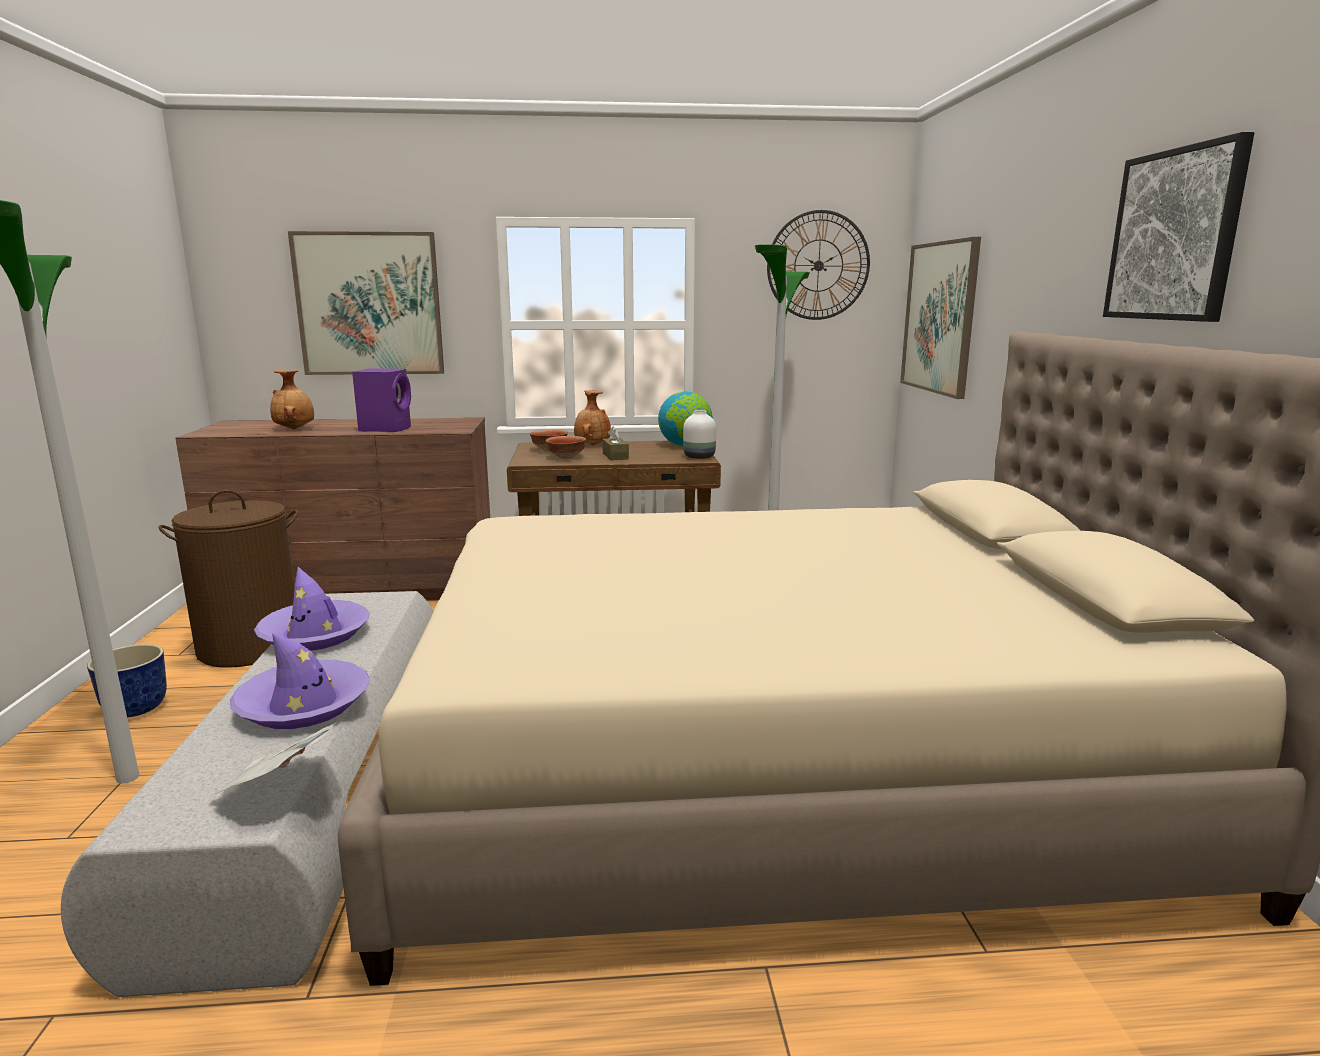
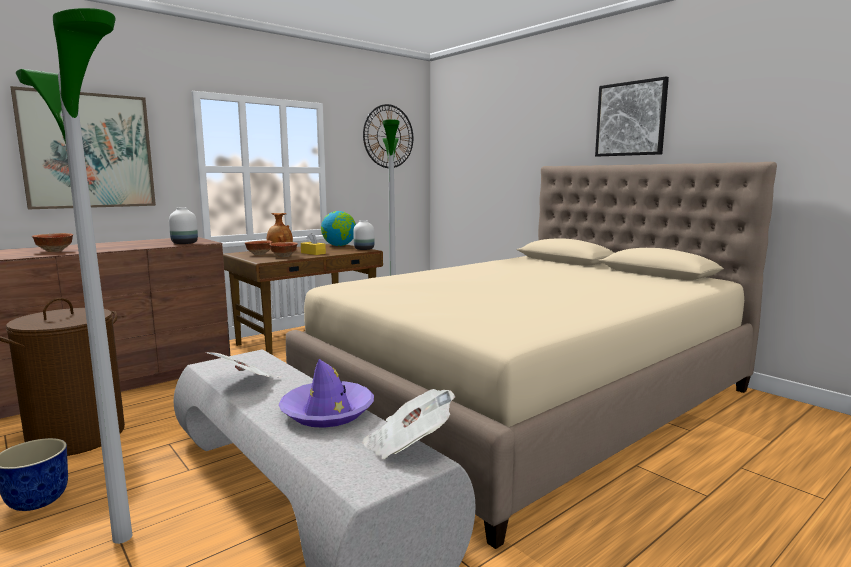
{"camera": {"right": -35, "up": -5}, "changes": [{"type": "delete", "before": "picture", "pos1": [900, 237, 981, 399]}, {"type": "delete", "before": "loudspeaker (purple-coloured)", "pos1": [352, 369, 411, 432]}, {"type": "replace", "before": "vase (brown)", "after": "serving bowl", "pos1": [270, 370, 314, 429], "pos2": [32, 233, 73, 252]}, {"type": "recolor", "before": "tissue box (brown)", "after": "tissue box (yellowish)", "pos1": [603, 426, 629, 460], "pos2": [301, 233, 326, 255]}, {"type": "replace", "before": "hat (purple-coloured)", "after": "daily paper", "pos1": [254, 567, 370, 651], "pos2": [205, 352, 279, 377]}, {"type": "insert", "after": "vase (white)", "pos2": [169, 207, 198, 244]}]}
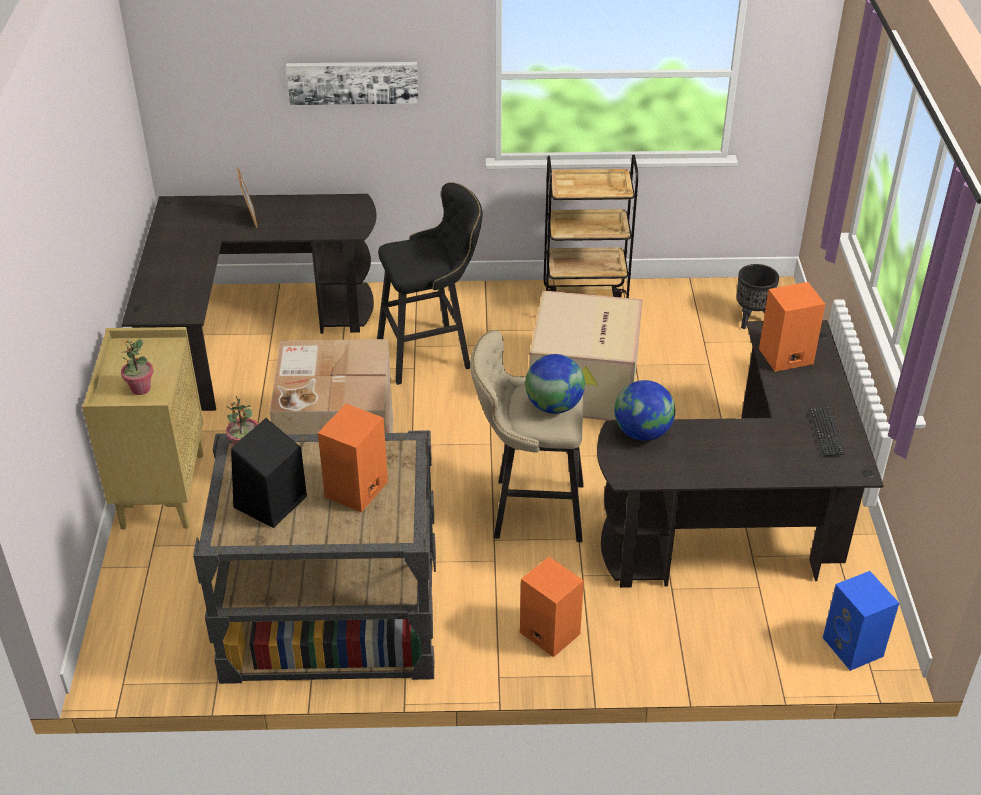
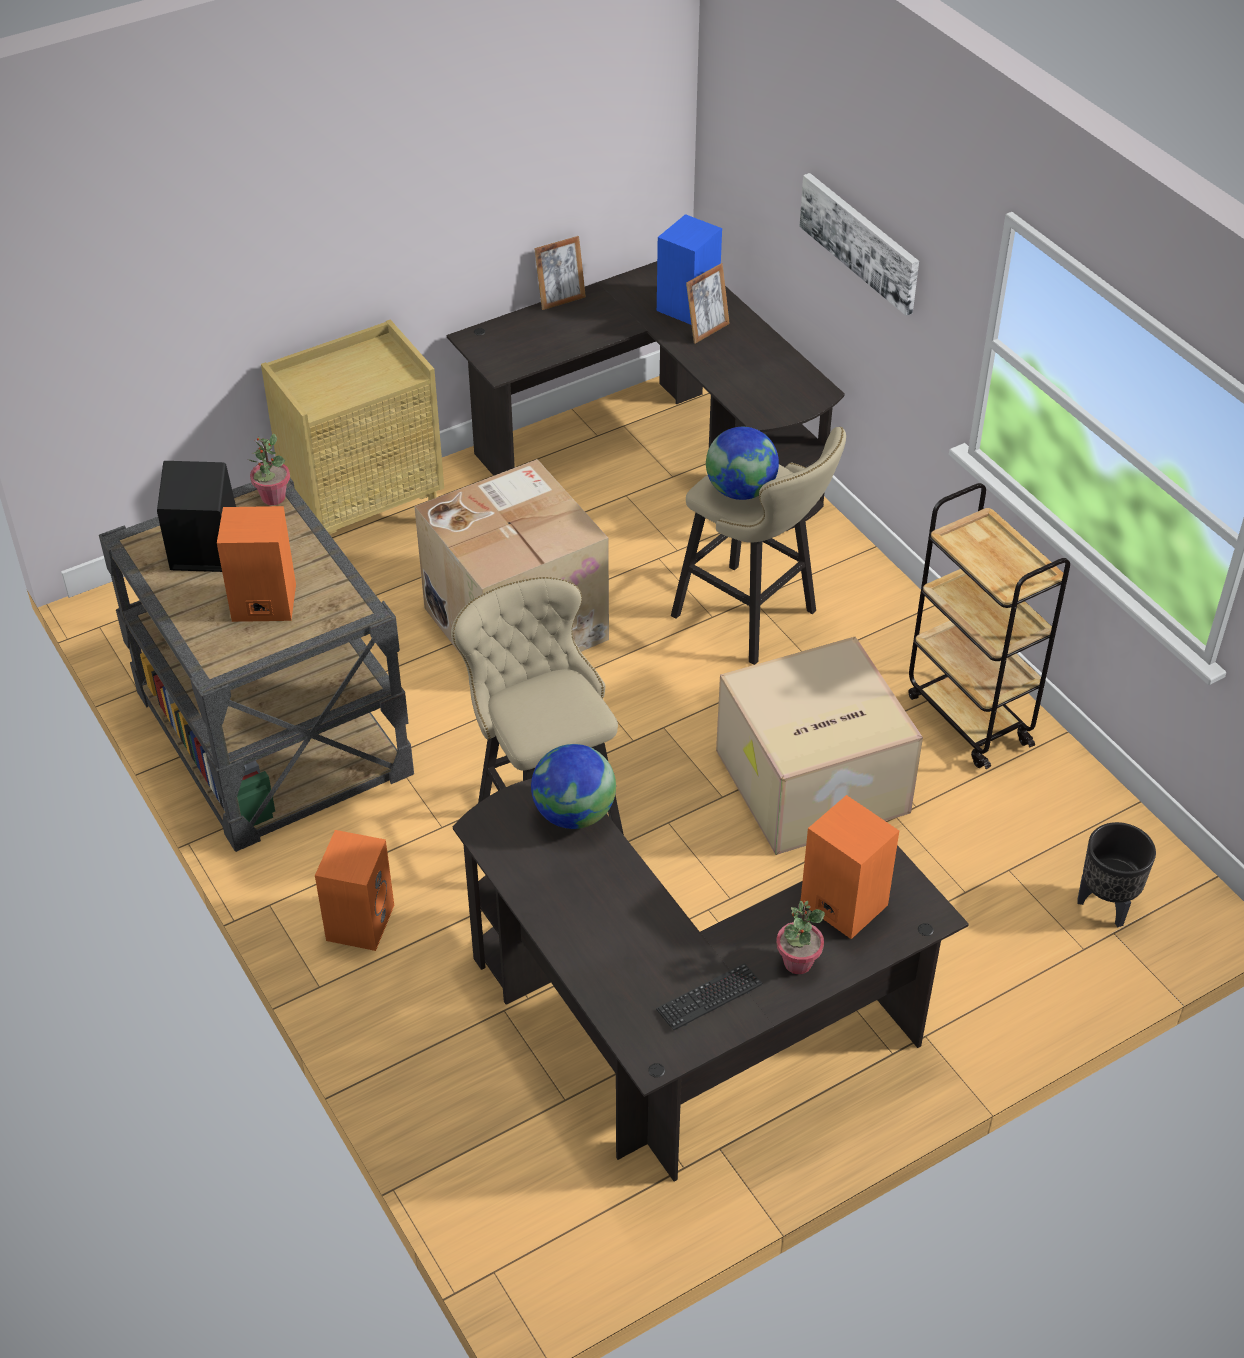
{"camera": {"right": 60, "up": 5}, "changes": [{"type": "recolor", "before": "stool (black-coloured)", "after": "stool (sand-coloured)", "pos1": [377, 182, 483, 385], "pos2": [671, 427, 846, 665]}, {"type": "move", "before": "potted plant", "pos1": [121, 339, 154, 395], "pos2": [776, 900, 825, 974]}, {"type": "move", "before": "world globe", "pos1": [525, 354, 585, 414], "pos2": [706, 427, 779, 500]}, {"type": "move", "before": "loudspeaker (blue-coloured)", "pos1": [823, 571, 899, 671], "pos2": [657, 214, 722, 325]}, {"type": "insert", "after": "photo frame", "pos2": [534, 236, 586, 310]}]}
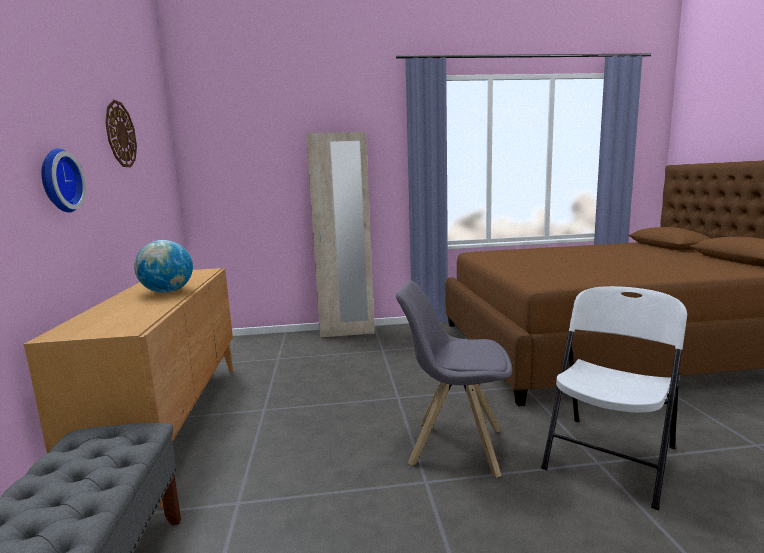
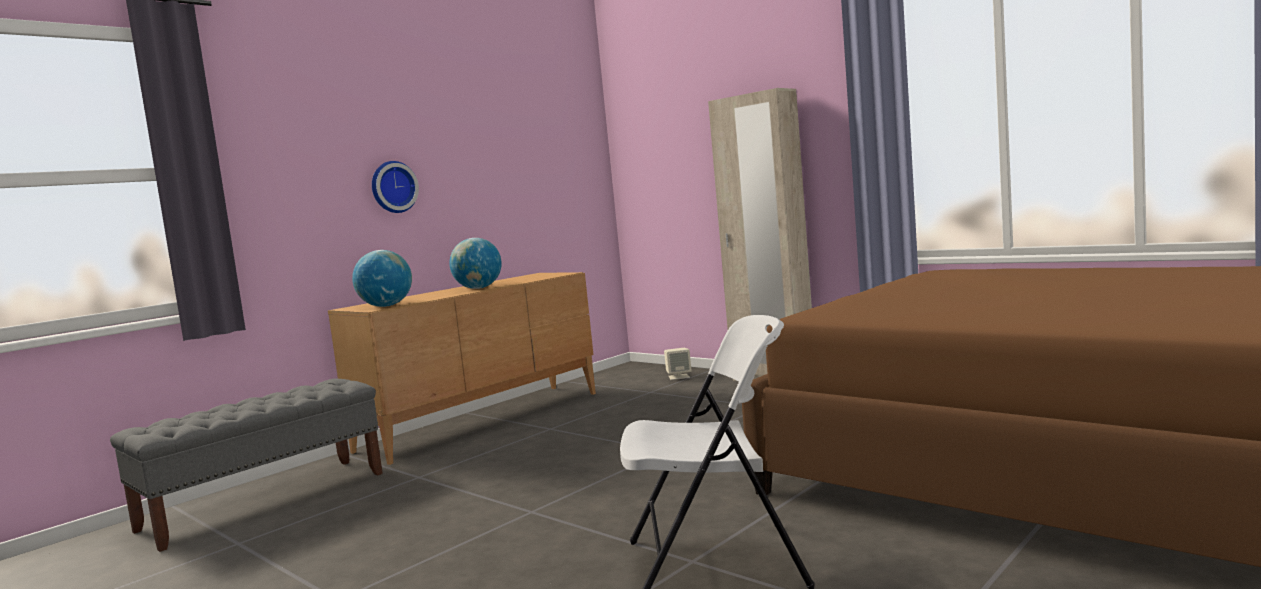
{"camera": {"right": 50, "up": -5}, "changes": [{"type": "delete", "before": "wall clock", "pos1": [105, 100, 137, 167]}, {"type": "delete", "before": "chair (gray)", "pos1": [396, 280, 512, 478]}, {"type": "insert", "after": "world globe", "pos2": [352, 250, 412, 307]}, {"type": "insert", "after": "loudspeaker (sand-coloured)", "pos2": [664, 348, 692, 380]}]}
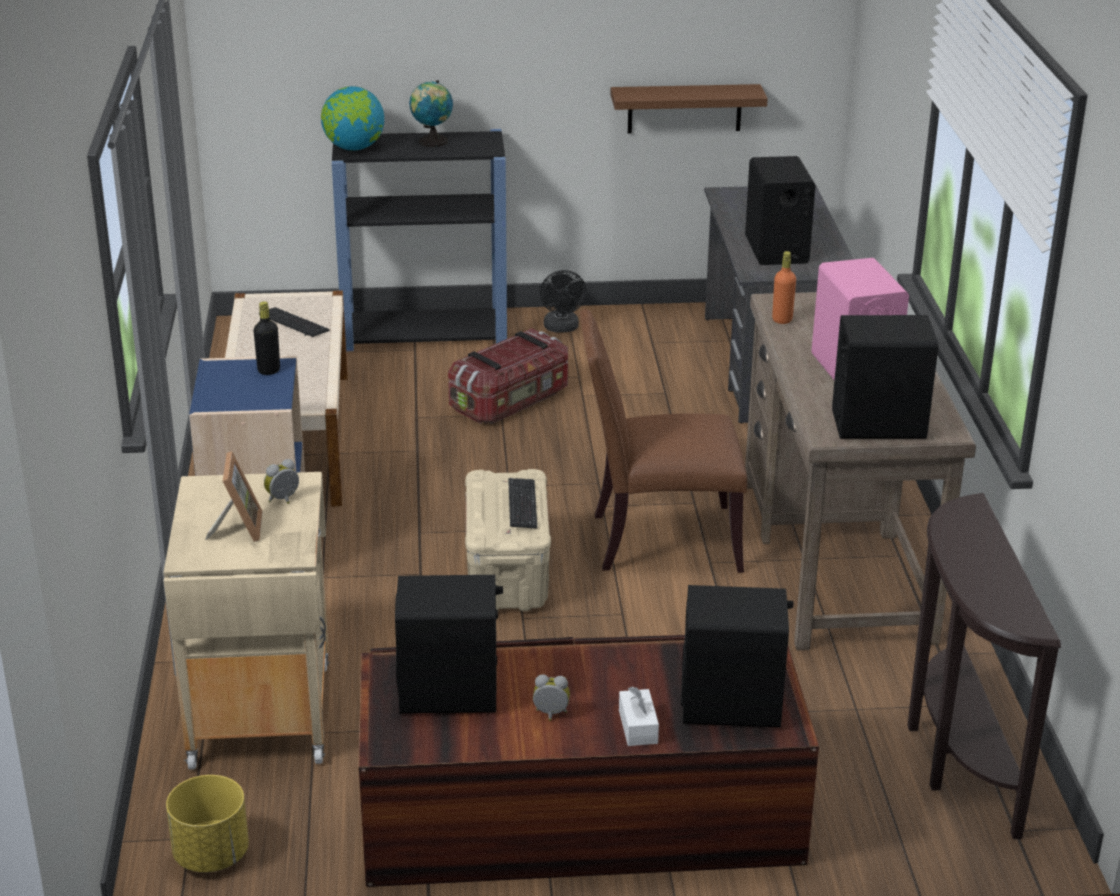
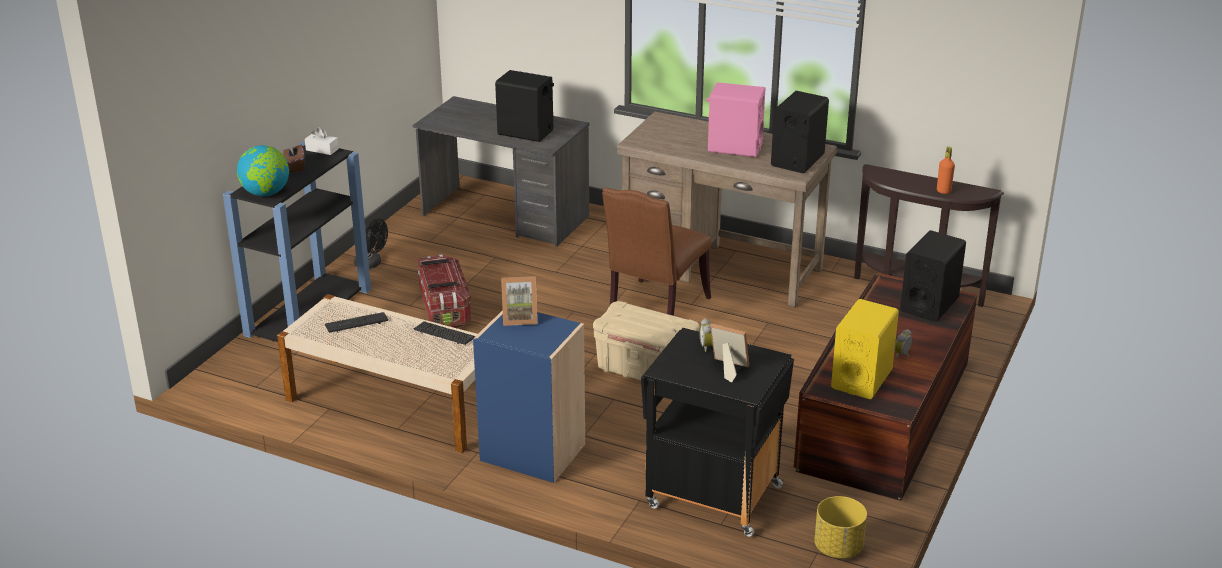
{"camera": {"right": -60, "up": 0}, "changes": [{"type": "replace", "before": "world globe", "after": "tissue box (brown)", "pos1": [409, 80, 453, 147], "pos2": [283, 142, 305, 172]}, {"type": "delete", "before": "wall shelf (brown)", "pos1": [611, 84, 768, 133]}, {"type": "move", "before": "drink bottle (orangey)", "pos1": [772, 251, 796, 324], "pos2": [937, 147, 955, 194]}, {"type": "replace", "before": "drink bottle (black-coloured)", "after": "photo frame", "pos1": [253, 301, 280, 375], "pos2": [501, 276, 537, 326]}, {"type": "recolor", "before": "wheeled cart (sand-coloured)", "after": "wheeled cart (black-coloured)", "pos1": [163, 472, 330, 770], "pos2": [641, 328, 794, 537]}, {"type": "move", "before": "computer keyboard", "pos1": [508, 478, 537, 529], "pos2": [414, 321, 476, 345]}, {"type": "recolor", "before": "loudspeaker (black-coloured)", "after": "loudspeaker (yellowish)", "pos1": [395, 575, 503, 714], "pos2": [831, 299, 899, 399]}, {"type": "move", "before": "tissue box (white)", "pos1": [619, 687, 659, 746], "pos2": [305, 127, 339, 155]}]}
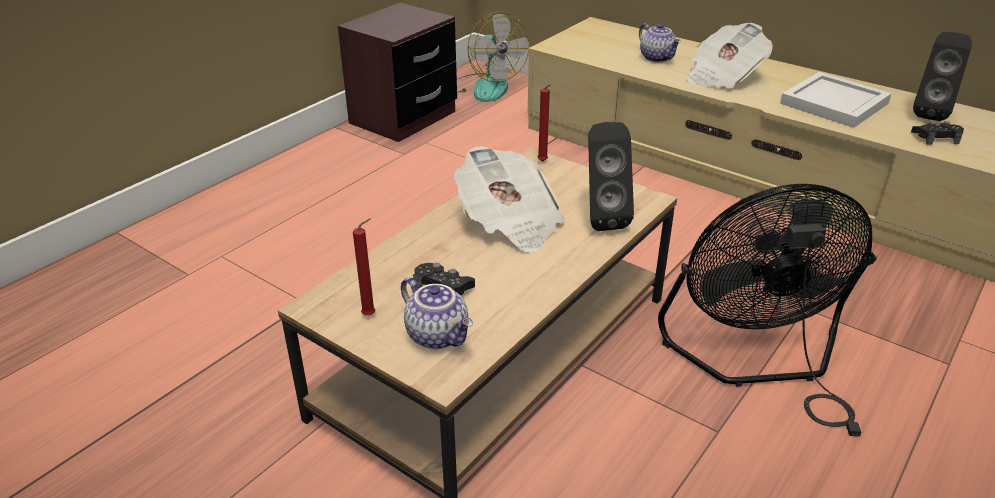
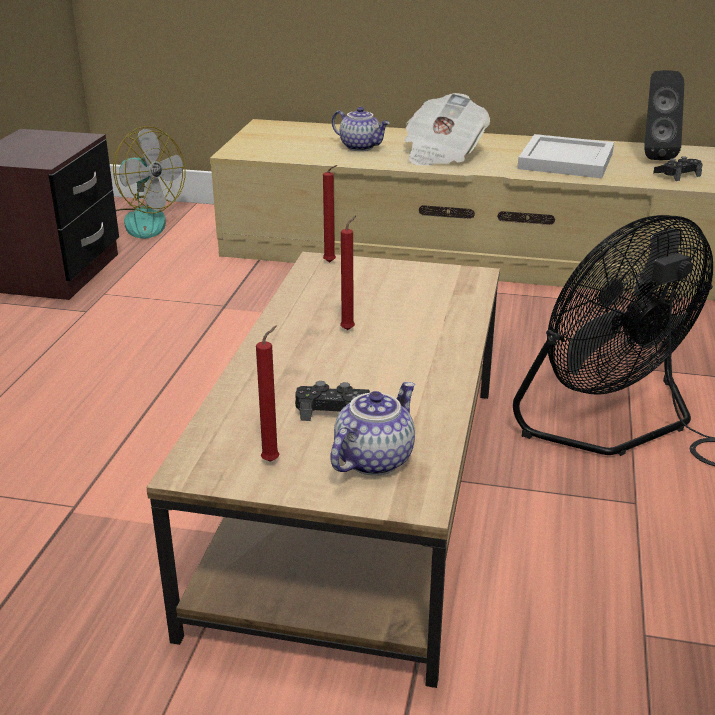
{"camera": {"right": -25, "up": -5}, "changes": [{"type": "delete", "before": "loudspeaker (black-coloured)", "pos1": [588, 122, 634, 231]}, {"type": "replace", "before": "daily paper", "after": "candle (red-coloured)", "pos1": [454, 146, 565, 253], "pos2": [340, 216, 356, 330]}, {"type": "rotate", "before": "pot for tea", "pos1": [401, 277, 473, 349], "pos2": [330, 382, 415, 475], "turn": -75}]}
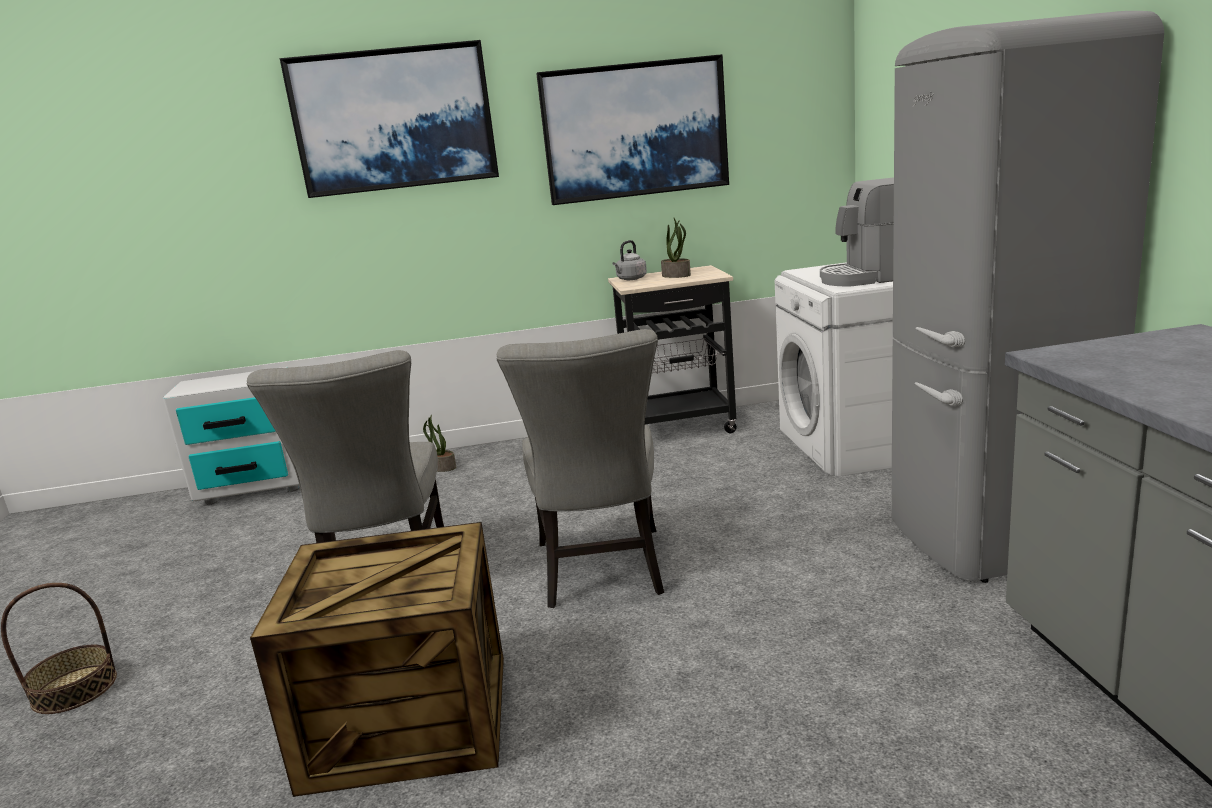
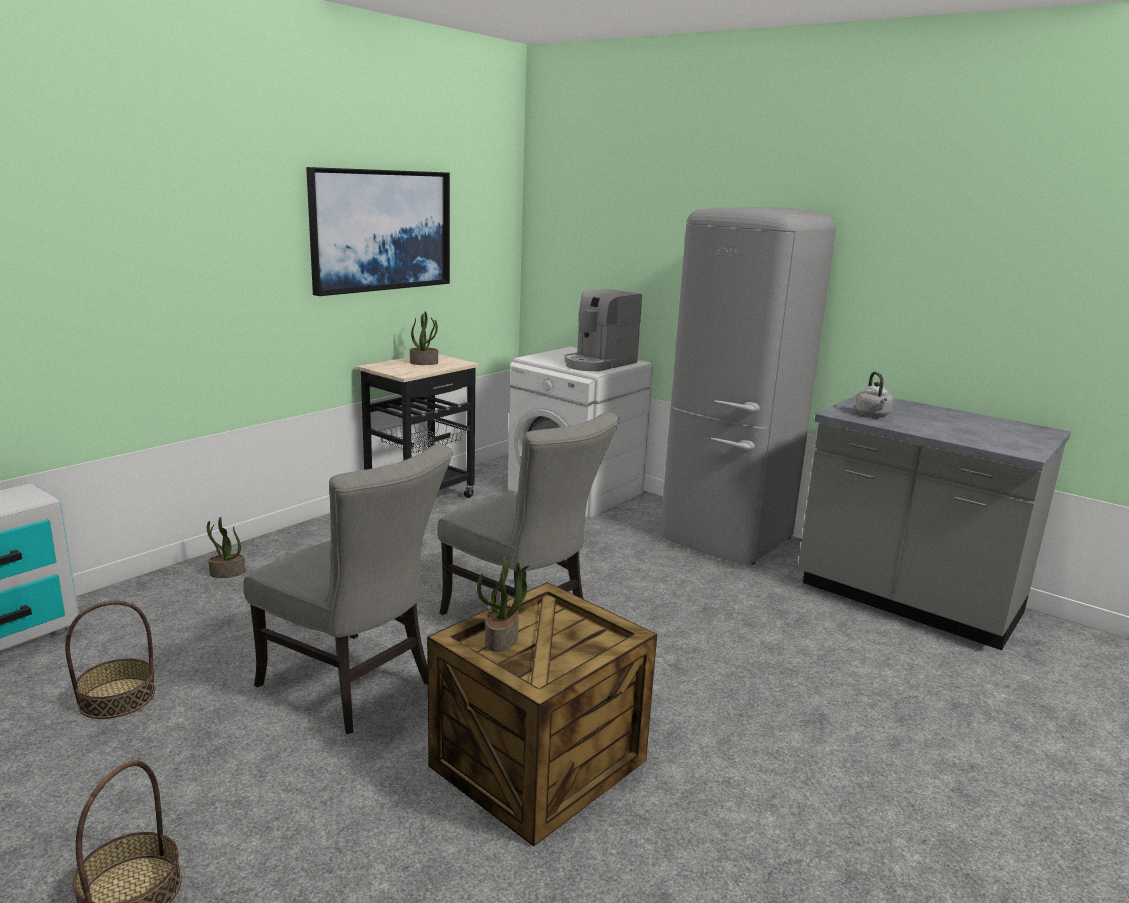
{"camera": {"right": -45, "up": 0}, "changes": [{"type": "delete", "before": "picture", "pos1": [280, 40, 499, 198]}, {"type": "move", "before": "tea kettle (gray)", "pos1": [612, 240, 647, 280], "pos2": [855, 372, 893, 417]}, {"type": "insert", "after": "potted plant", "pos2": [477, 557, 530, 652]}, {"type": "insert", "after": "household basket", "pos2": [65, 601, 155, 719]}]}
